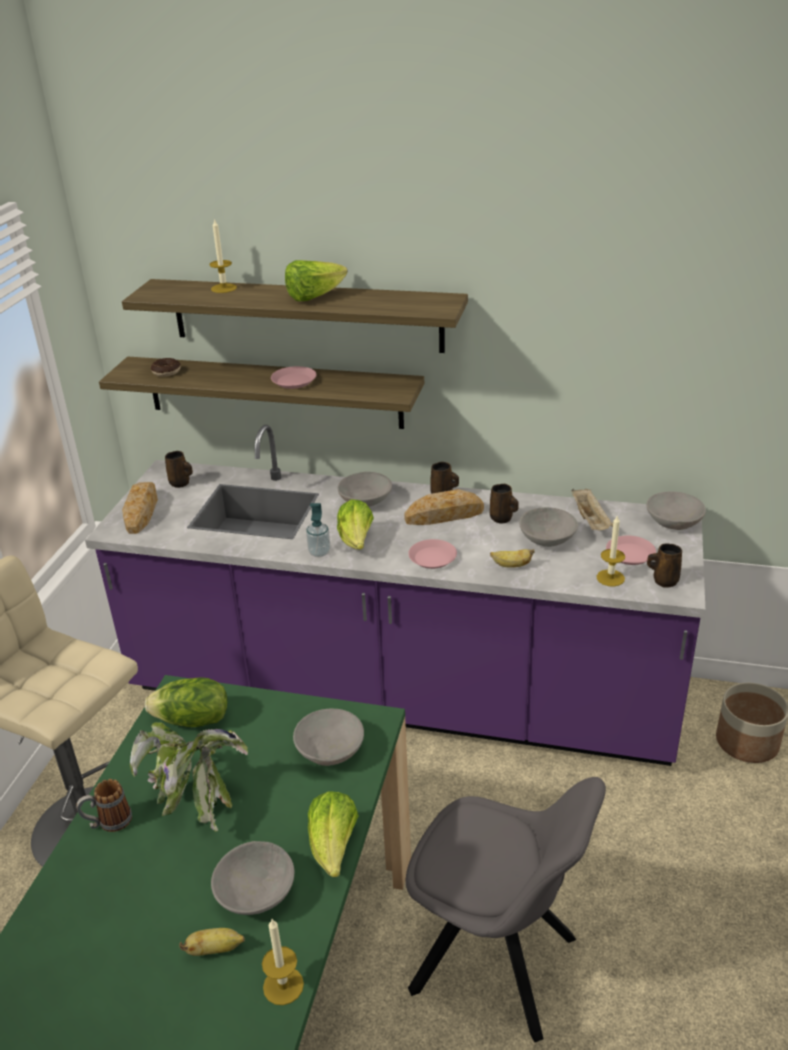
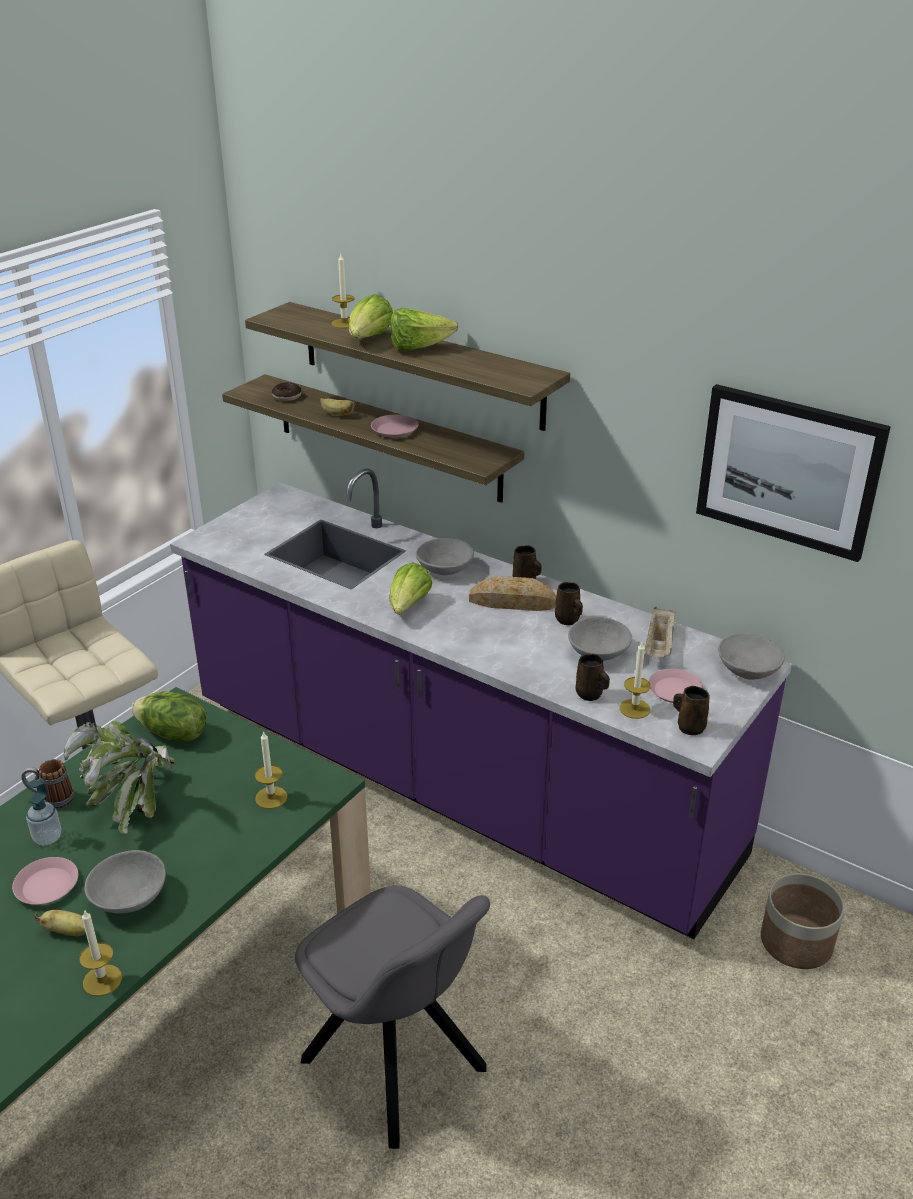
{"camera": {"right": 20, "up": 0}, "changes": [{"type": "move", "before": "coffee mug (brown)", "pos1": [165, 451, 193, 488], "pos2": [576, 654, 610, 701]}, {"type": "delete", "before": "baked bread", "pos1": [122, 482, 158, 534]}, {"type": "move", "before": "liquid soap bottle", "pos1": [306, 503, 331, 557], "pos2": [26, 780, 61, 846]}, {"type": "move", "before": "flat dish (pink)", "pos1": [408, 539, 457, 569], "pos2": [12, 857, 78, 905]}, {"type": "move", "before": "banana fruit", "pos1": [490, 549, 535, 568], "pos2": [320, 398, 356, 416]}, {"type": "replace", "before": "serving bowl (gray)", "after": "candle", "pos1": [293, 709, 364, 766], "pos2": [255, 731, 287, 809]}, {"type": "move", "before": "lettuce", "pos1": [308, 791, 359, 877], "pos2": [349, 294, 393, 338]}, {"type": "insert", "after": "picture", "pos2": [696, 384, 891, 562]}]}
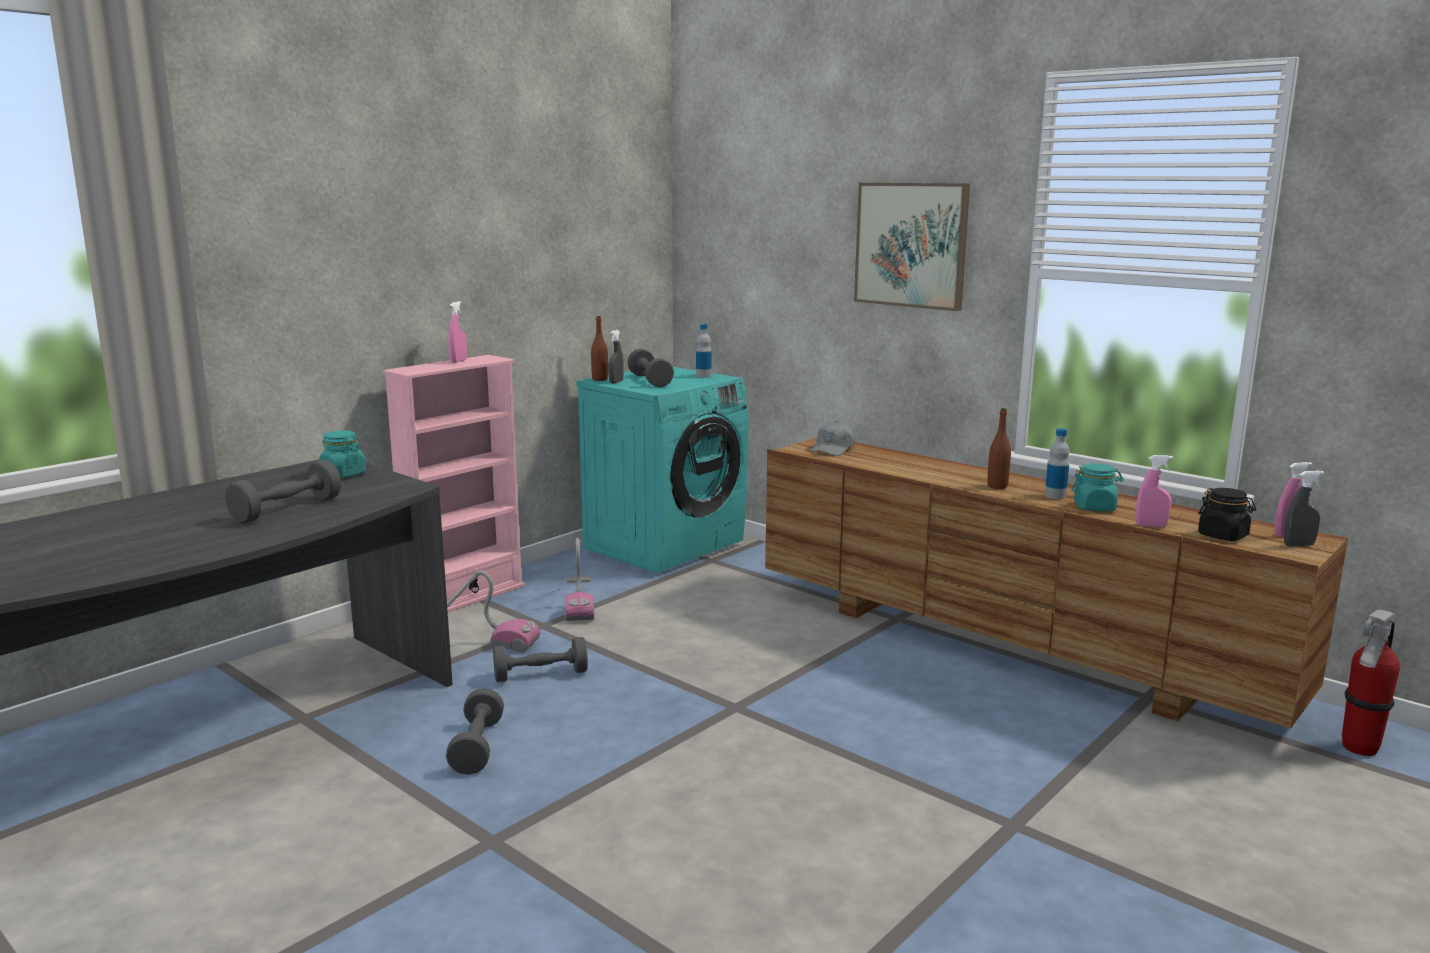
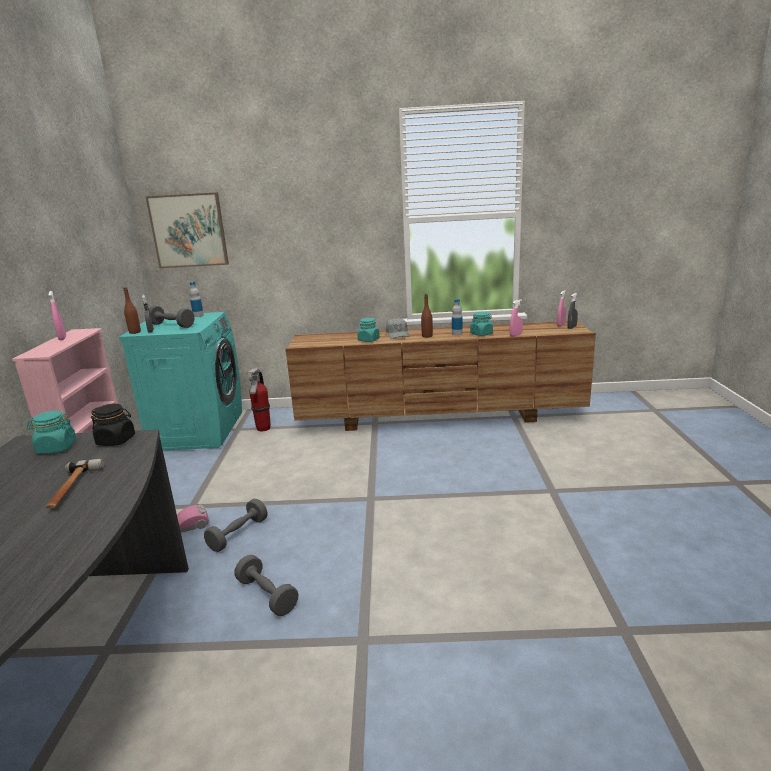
{"camera": {"right": -40, "up": 5}, "changes": [{"type": "move", "before": "picture", "pos1": [854, 183, 970, 311], "pos2": [145, 192, 229, 268]}, {"type": "move", "before": "baseball cap (gray)", "pos1": [810, 421, 855, 456], "pos2": [386, 317, 409, 339]}, {"type": "replace", "before": "hand weight (gray)", "after": "tool hammer", "pos1": [225, 460, 341, 523], "pos2": [46, 459, 104, 509]}, {"type": "move", "before": "storage jar (black-coloured)", "pos1": [1198, 488, 1256, 541], "pos2": [91, 404, 135, 446]}, {"type": "delete", "before": "vacuum", "pos1": [565, 538, 594, 621]}, {"type": "move", "before": "fire extinguisher", "pos1": [1342, 610, 1400, 756], "pos2": [247, 368, 271, 431]}, {"type": "insert", "after": "storage jar (blue-green)", "pos2": [357, 318, 380, 342]}]}
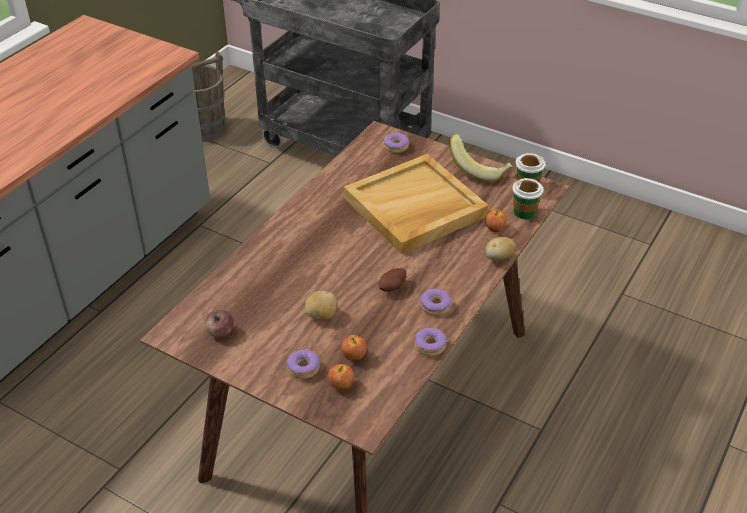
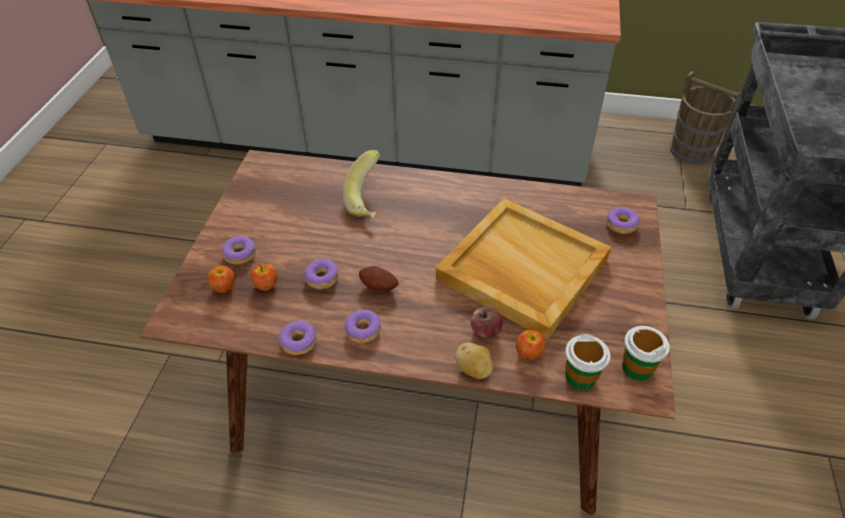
{"camera": {"right": 70, "up": 5}, "changes": [{"type": "move", "before": "banana fruit", "pos1": [449, 134, 512, 183], "pos2": [342, 150, 381, 219]}, {"type": "delete", "before": "potato", "pos1": [305, 291, 337, 319]}, {"type": "move", "before": "apple fruit", "pos1": [205, 310, 234, 338], "pos2": [471, 306, 502, 338]}, {"type": "insert", "after": "doughnut", "pos2": [304, 258, 339, 289]}]}
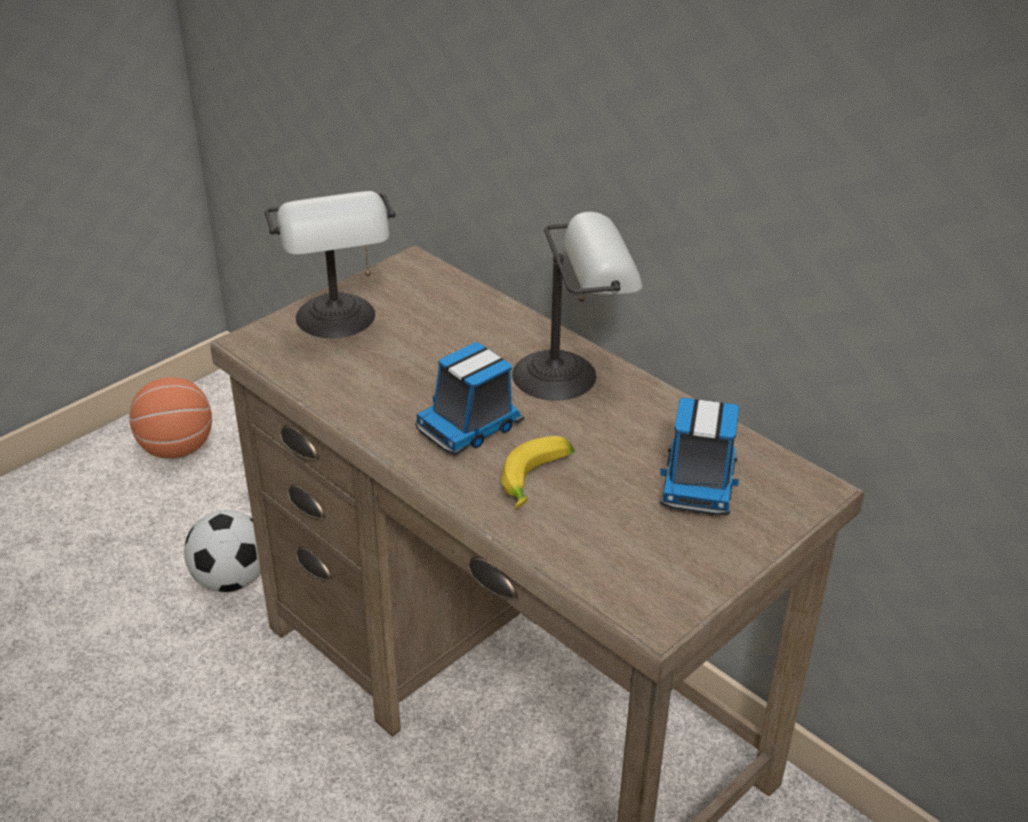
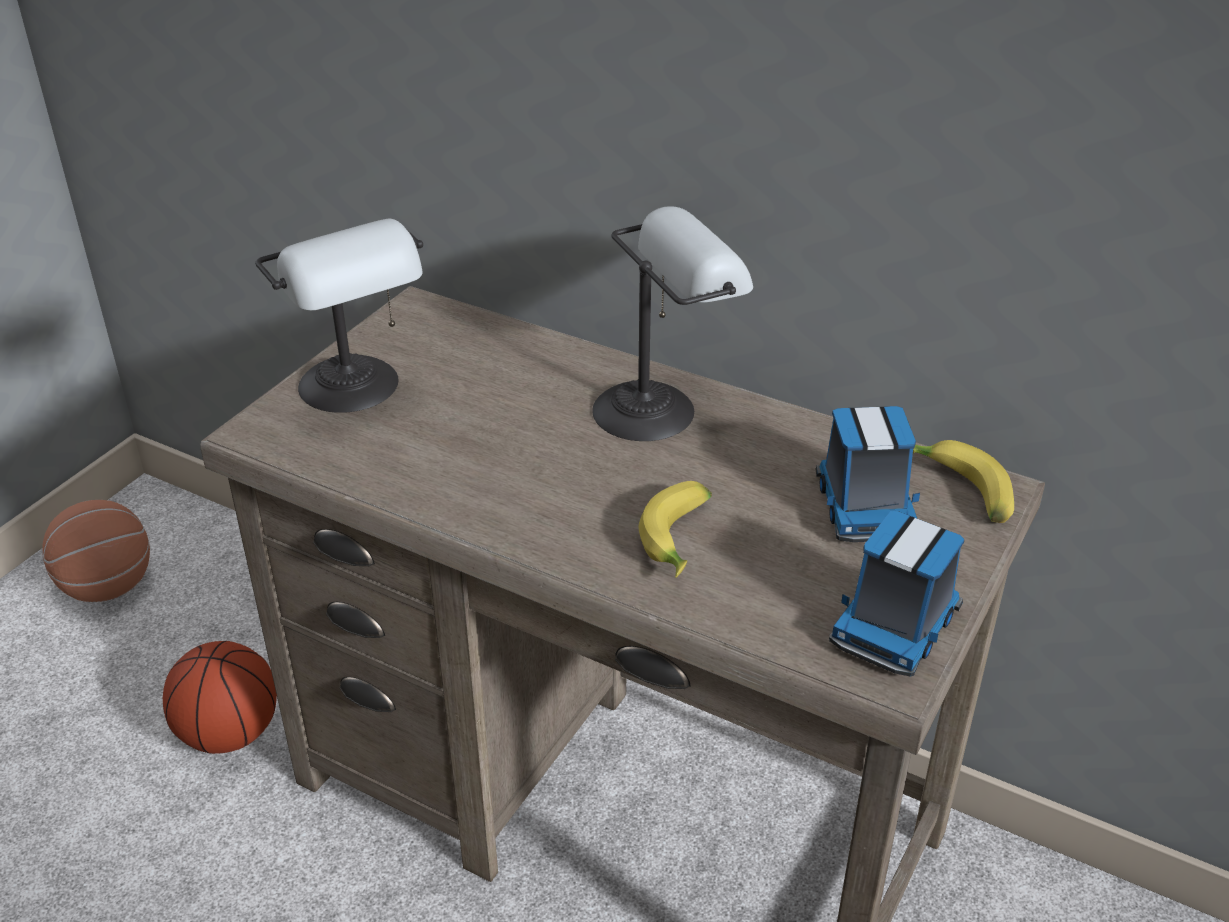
{"camera": {"right": -15, "up": 0}, "changes": [{"type": "move", "before": "model truck", "pos1": [415, 342, 524, 455], "pos2": [829, 511, 964, 677]}, {"type": "replace", "before": "ball for football", "after": "basketball ball", "pos1": [184, 510, 261, 592], "pos2": [163, 641, 277, 754]}, {"type": "insert", "after": "banana fruit", "pos2": [913, 440, 1014, 523]}]}
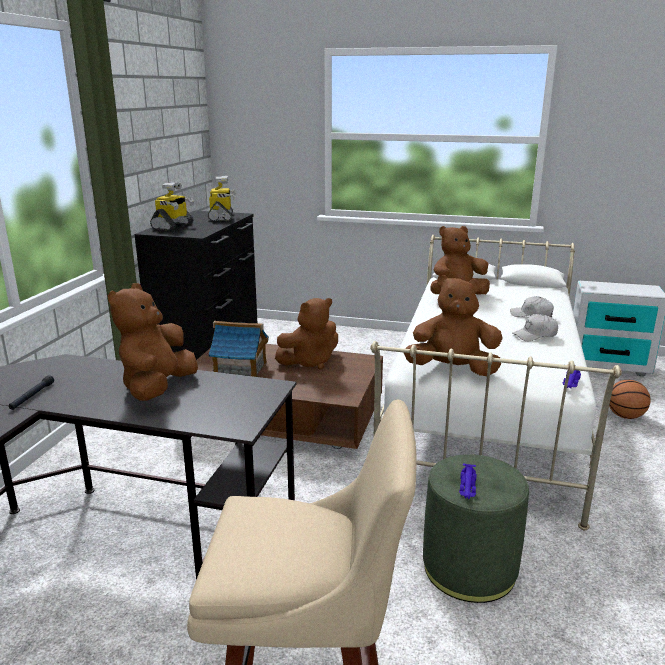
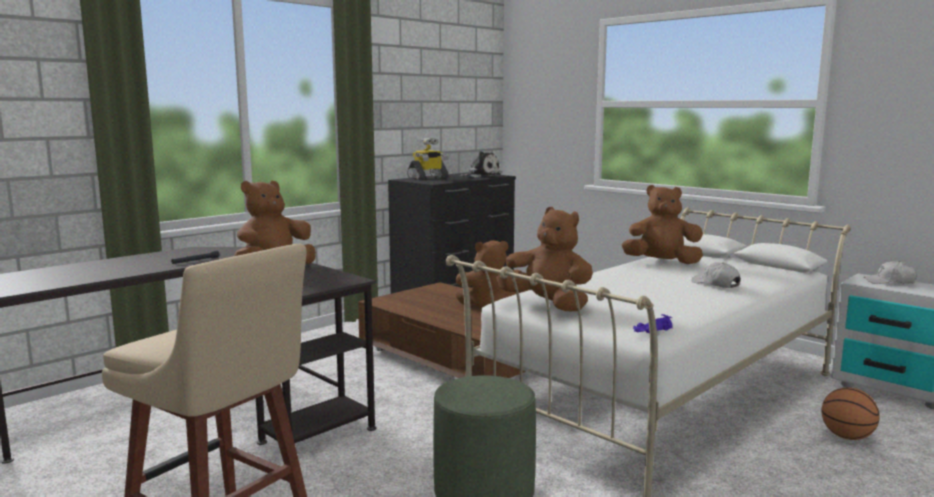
{"camera": {"right": 30, "up": -10}, "changes": [{"type": "replace", "before": "model robot", "after": "plush toy", "pos1": [208, 176, 236, 221], "pos2": [460, 151, 500, 178]}, {"type": "move", "before": "baseball cap (white)", "pos1": [512, 314, 558, 341], "pos2": [864, 261, 916, 284]}, {"type": "delete", "before": "miniature house", "pos1": [209, 321, 269, 377]}, {"type": "delete", "before": "miniature car (purple-coloured)", "pos1": [459, 463, 477, 499]}]}
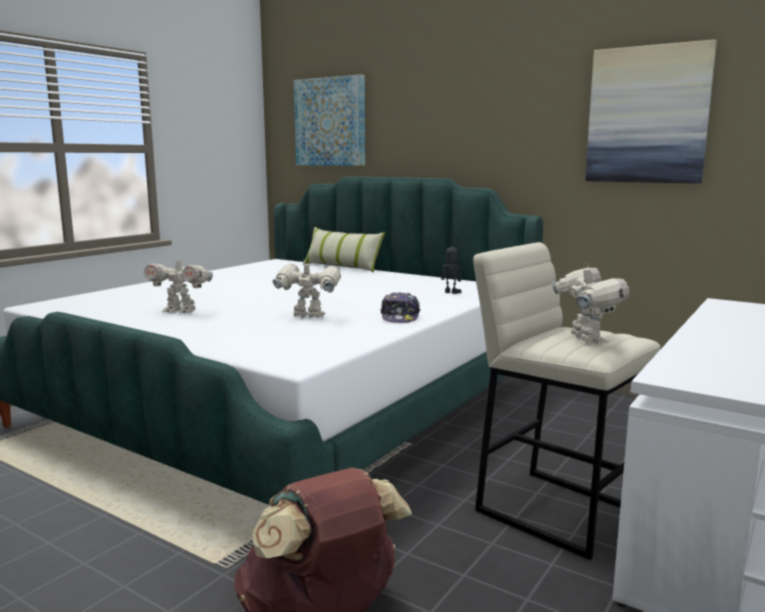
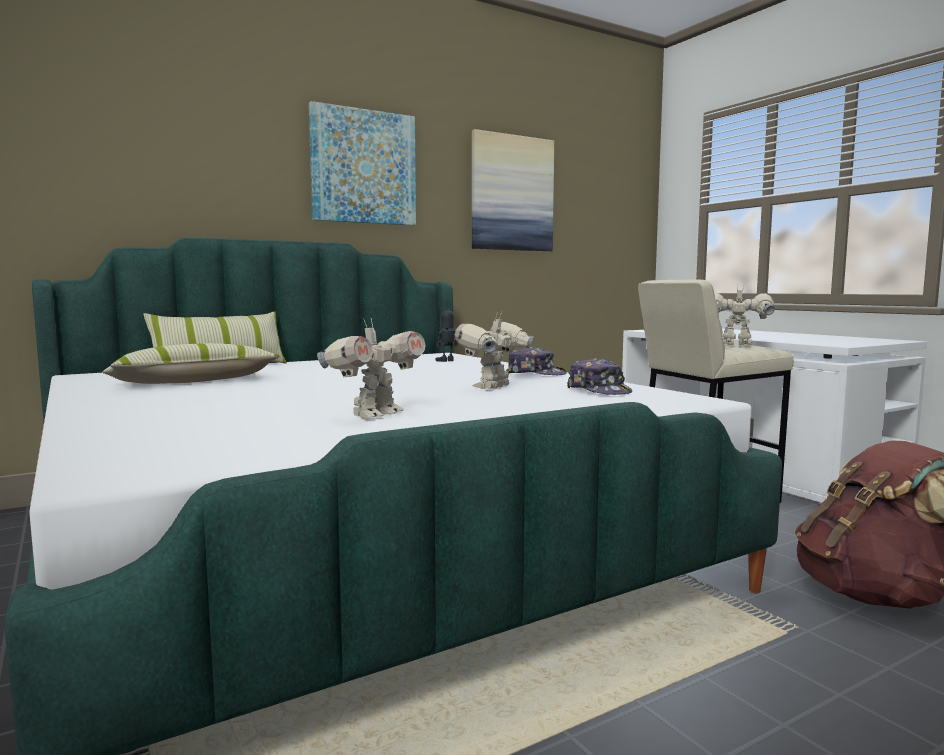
{"camera": {"right": -65, "up": -5}, "changes": [{"type": "move", "before": "picture", "pos1": [294, 74, 365, 166], "pos2": [309, 101, 416, 226]}, {"type": "insert", "after": "throw pillow", "pos2": [102, 343, 280, 384]}, {"type": "insert", "after": "baseball cap", "pos2": [567, 358, 632, 395]}]}
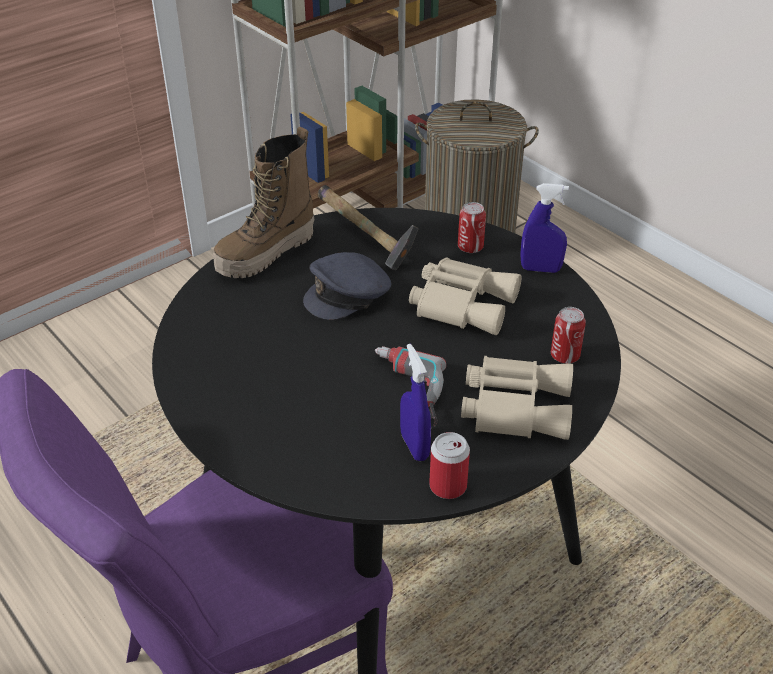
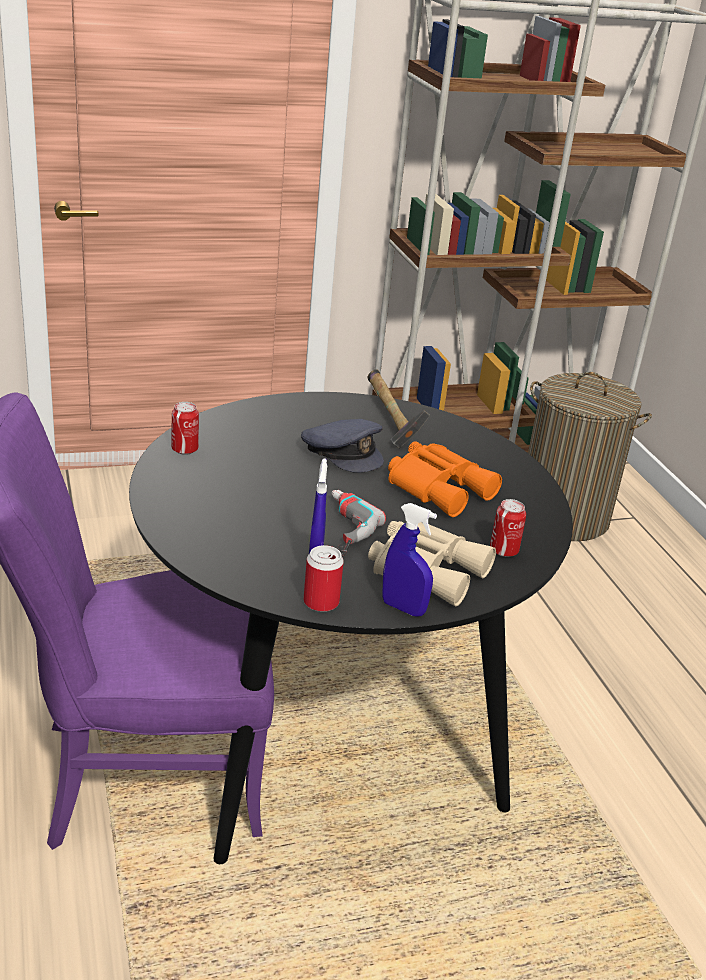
{"camera": {"right": 20, "up": -10}, "changes": [{"type": "delete", "before": "high-top boot", "pos1": [213, 126, 314, 278]}, {"type": "move", "before": "sprayer (blue-coloured)", "pos1": [520, 183, 569, 273], "pos2": [382, 503, 437, 617]}, {"type": "move", "before": "metal can", "pos1": [458, 202, 486, 253], "pos2": [172, 402, 199, 455]}, {"type": "rotate", "before": "baseball cap (gray)", "pos1": [303, 252, 392, 320], "pos2": [301, 419, 384, 473], "turn": -120}, {"type": "recolor", "before": "pair of binoculars (sand-coloured)", "after": "pair of binoculars (orangey)", "pos1": [409, 257, 522, 335], "pos2": [388, 442, 502, 517]}]}
